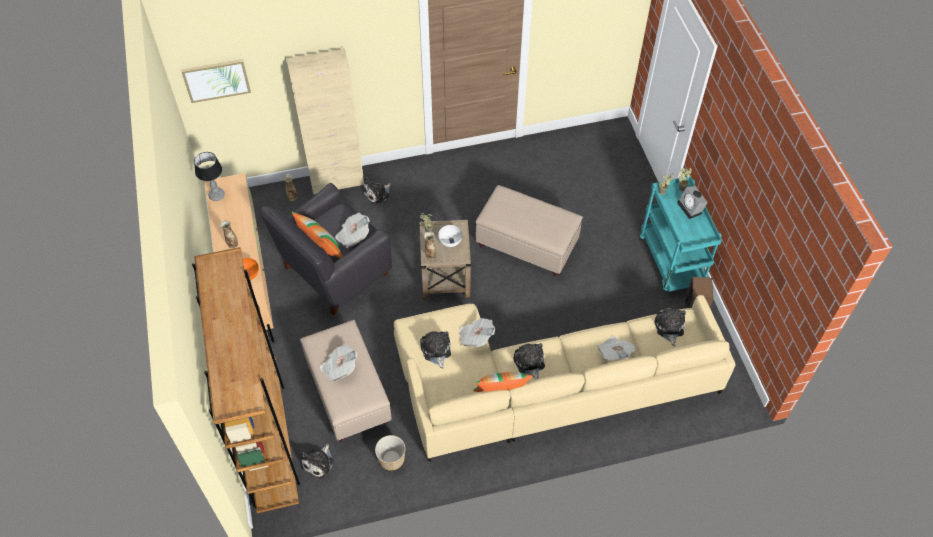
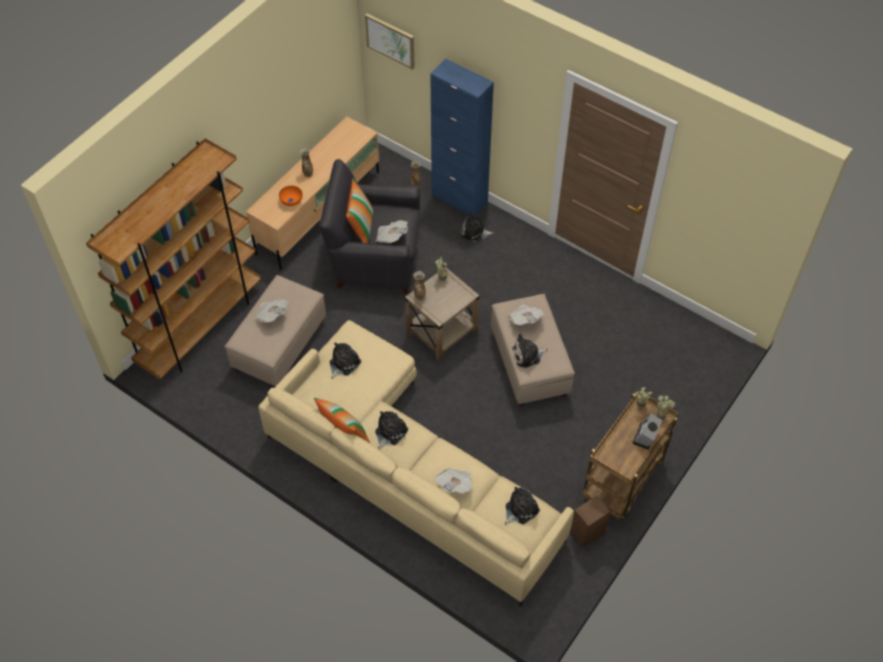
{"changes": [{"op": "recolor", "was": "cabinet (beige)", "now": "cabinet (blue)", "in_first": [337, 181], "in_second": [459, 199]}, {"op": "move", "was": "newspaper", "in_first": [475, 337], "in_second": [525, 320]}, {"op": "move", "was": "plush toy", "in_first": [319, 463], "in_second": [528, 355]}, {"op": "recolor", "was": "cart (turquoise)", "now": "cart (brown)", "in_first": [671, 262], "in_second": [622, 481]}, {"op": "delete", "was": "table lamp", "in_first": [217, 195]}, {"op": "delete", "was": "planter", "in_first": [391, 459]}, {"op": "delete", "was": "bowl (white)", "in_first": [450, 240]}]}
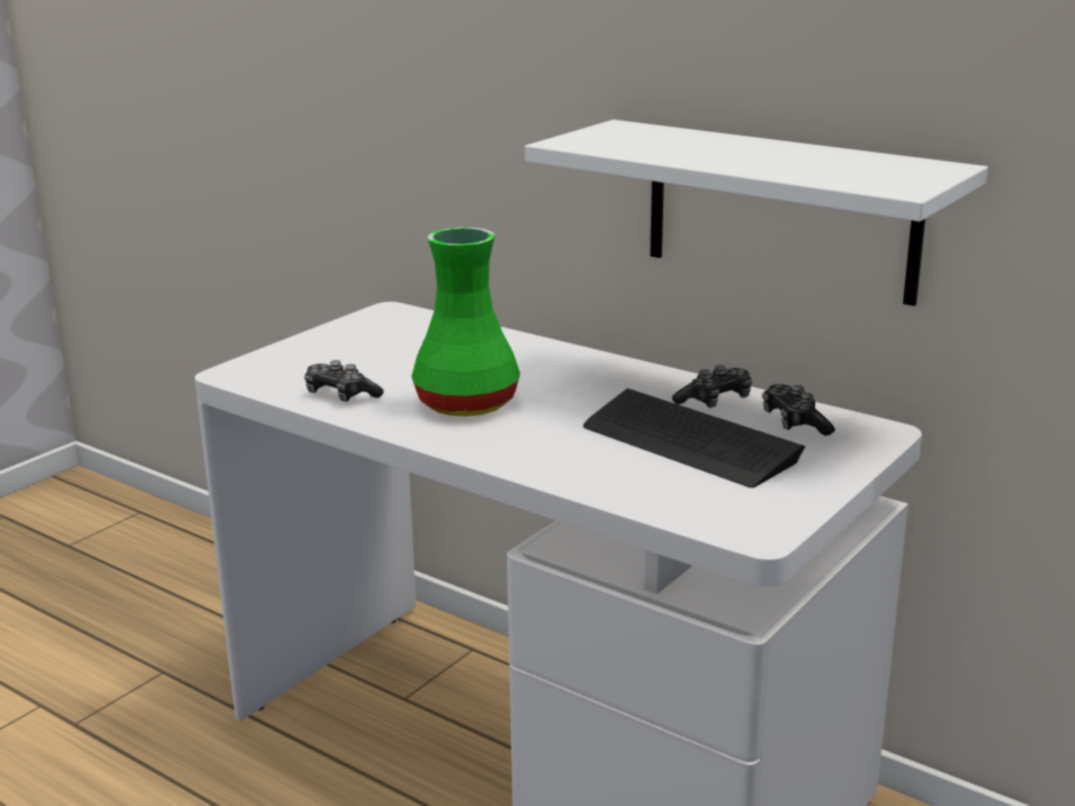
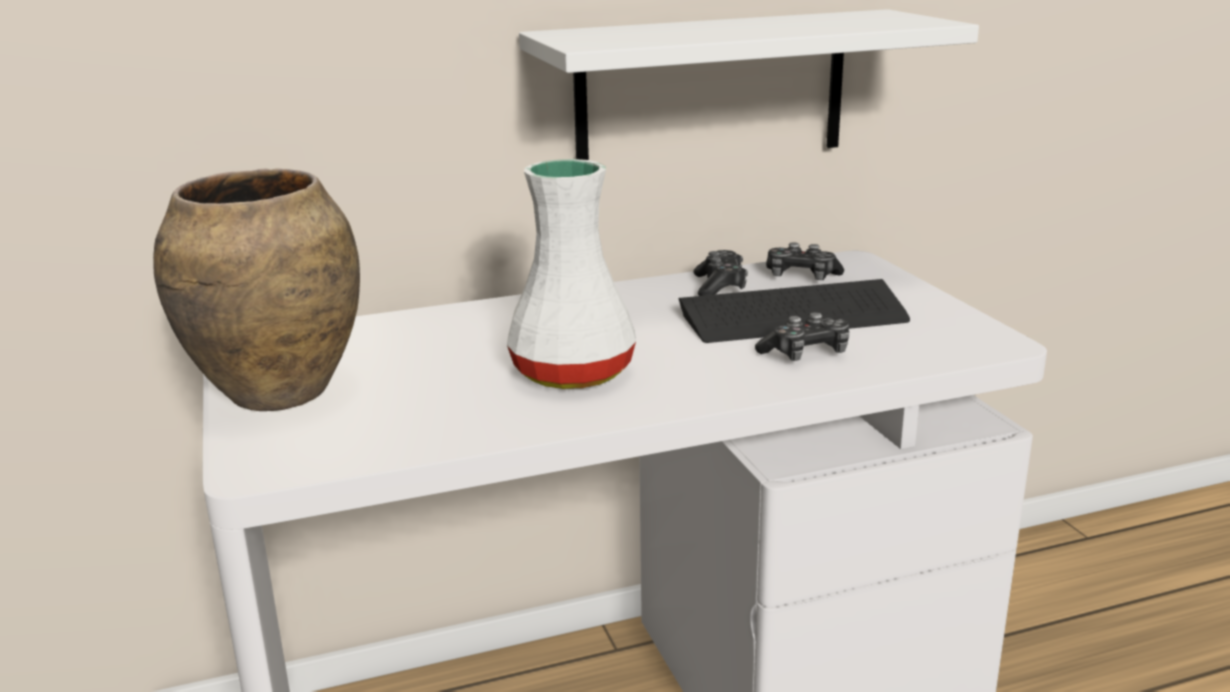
{"changes": [{"op": "insert", "now": "vase (brown)", "in_second": [279, 393]}, {"op": "recolor", "was": "vase (green)", "now": "vase (white)", "in_first": [469, 403], "in_second": [573, 371]}, {"op": "move", "was": "game controller", "in_first": [341, 395], "in_second": [806, 354]}]}
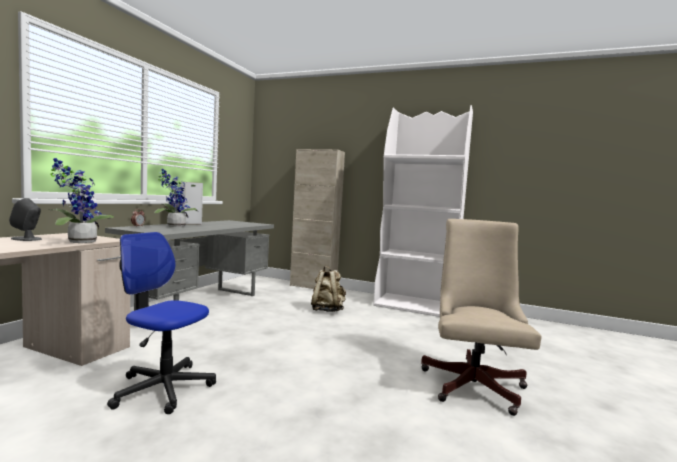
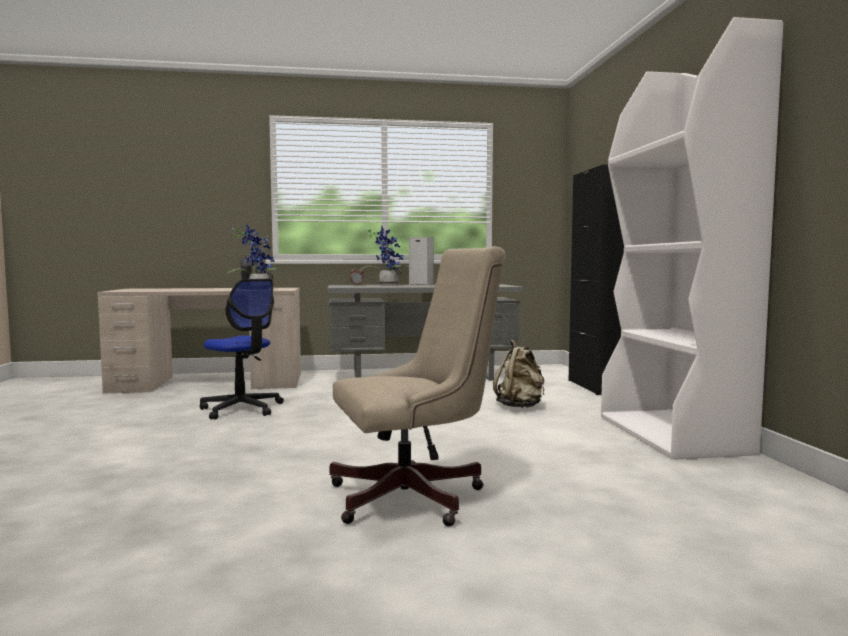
{"changes": [{"op": "rotate", "was": "office chair", "in_first": [163, 388], "in_second": [242, 409], "clockwise": 135}, {"op": "recolor", "was": "cabinet (beige)", "now": "cabinet (black)", "in_first": [313, 287], "in_second": [595, 387]}]}
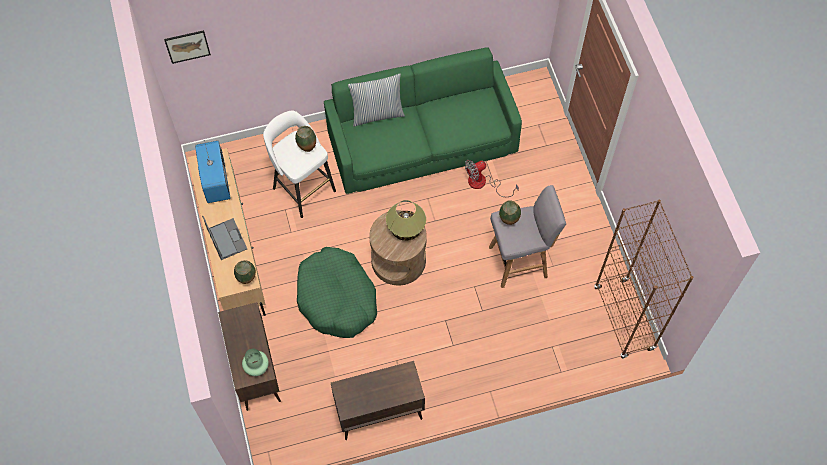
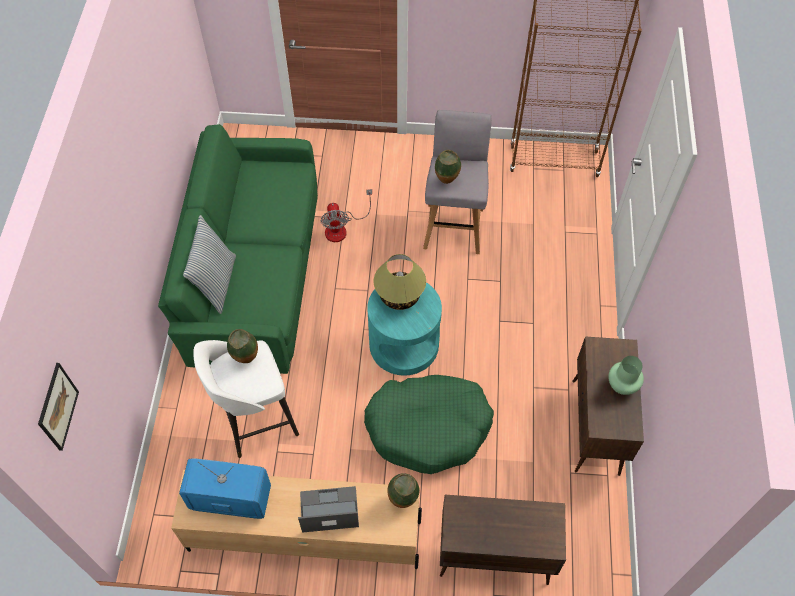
{"changes": [{"op": "recolor", "was": "side table (brown)", "now": "side table (turquoise)", "in_first": [398, 260], "in_second": [404, 344]}, {"op": "move", "was": "vase (green)", "in_first": [256, 368], "in_second": [622, 386]}]}
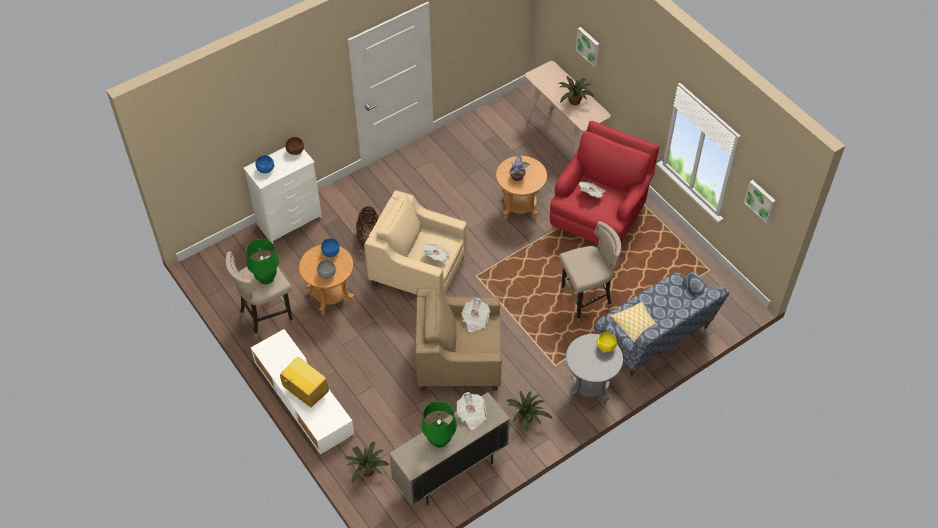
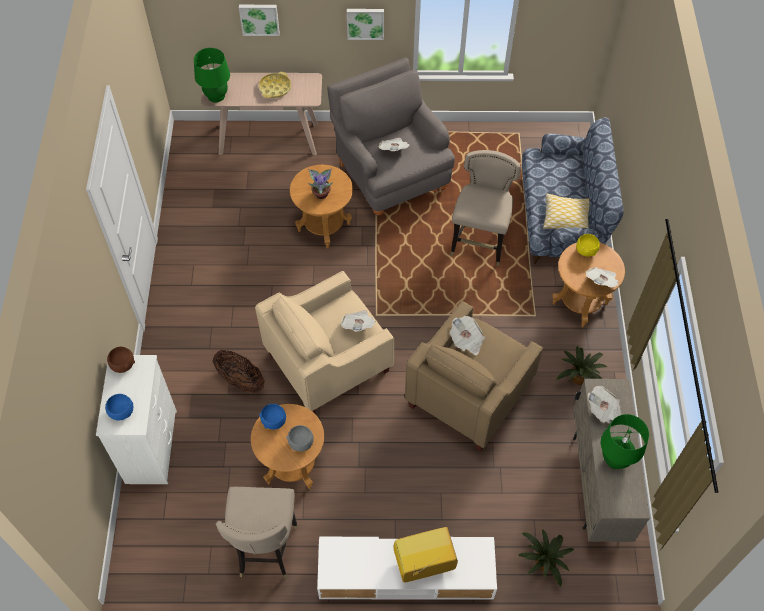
{"changes": [{"op": "move", "was": "table lamp (green)", "in_first": [266, 278], "in_second": [216, 96]}, {"op": "replace", "was": "potted plant", "now": "tray (yellow)", "in_first": [574, 100], "in_second": [275, 88]}, {"op": "recolor", "was": "armchair (red)", "now": "armchair (grey)", "in_first": [599, 216], "in_second": [390, 172]}, {"op": "move", "was": "picture", "in_first": [760, 200], "in_second": [365, 23]}, {"op": "recolor", "was": "side table (grey)", "now": "side table (brown)", "in_first": [589, 387], "in_second": [580, 303]}, {"op": "insert", "now": "newspaper", "in_second": [601, 282]}]}
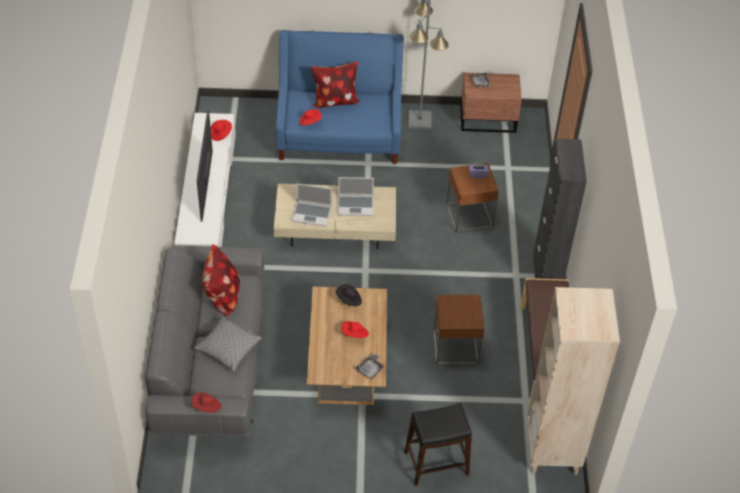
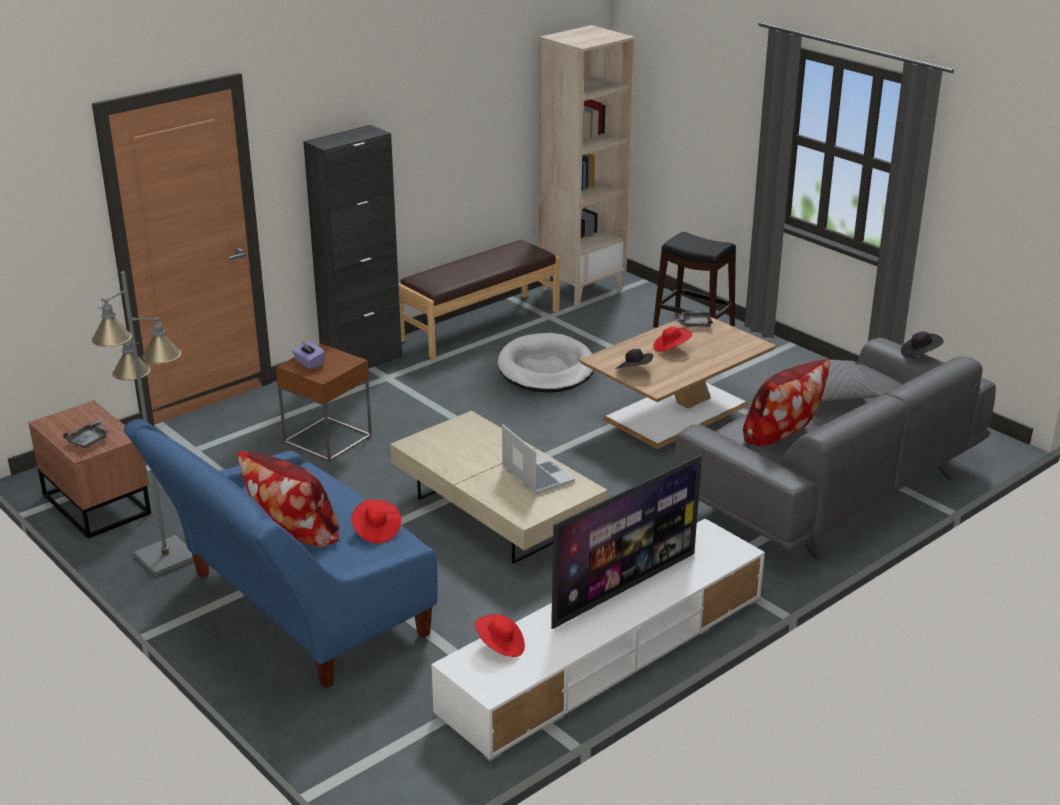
{"changes": [{"op": "replace", "was": "side table (brown)", "now": "dog bed (white)", "in_first": [455, 347], "in_second": [546, 369]}, {"op": "recolor", "was": "hat (red)", "now": "hat (black)", "in_first": [207, 407], "in_second": [919, 354]}, {"op": "delete", "was": "laptop", "in_first": [356, 206]}]}
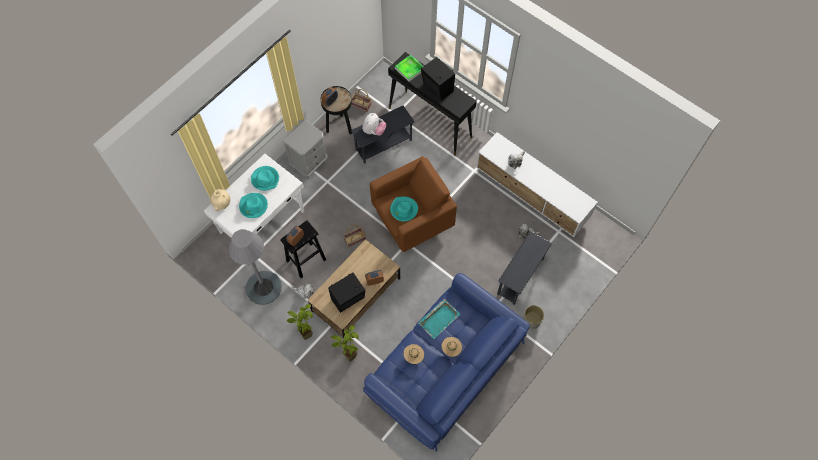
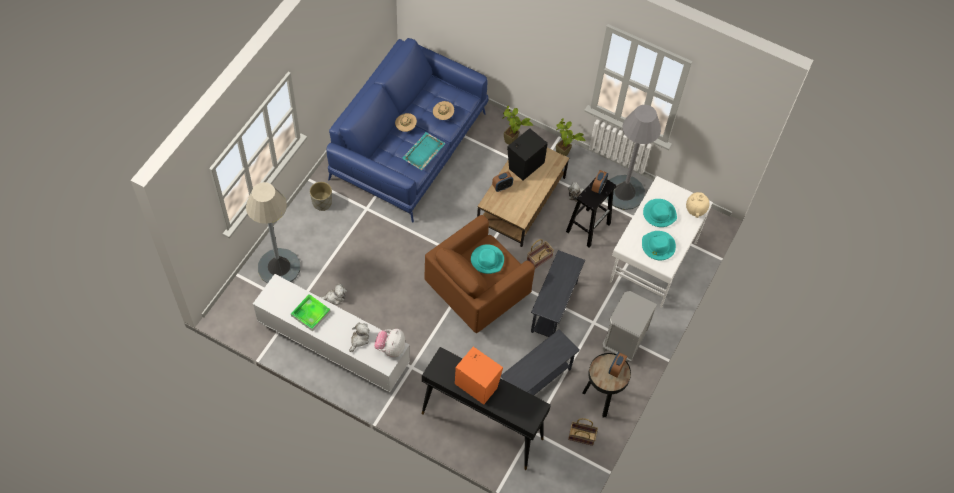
{"changes": [{"op": "insert", "now": "floor lamp (grey)", "in_second": [279, 267]}, {"op": "move", "was": "tray", "in_first": [409, 69], "in_second": [310, 313]}, {"op": "move", "was": "plush toy", "in_first": [374, 131], "in_second": [391, 348]}, {"op": "recolor", "was": "speaker (black)", "now": "speaker (orange)", "in_first": [437, 88], "in_second": [476, 384]}, {"op": "move", "was": "side table (grey)", "in_first": [520, 277], "in_second": [553, 307]}]}
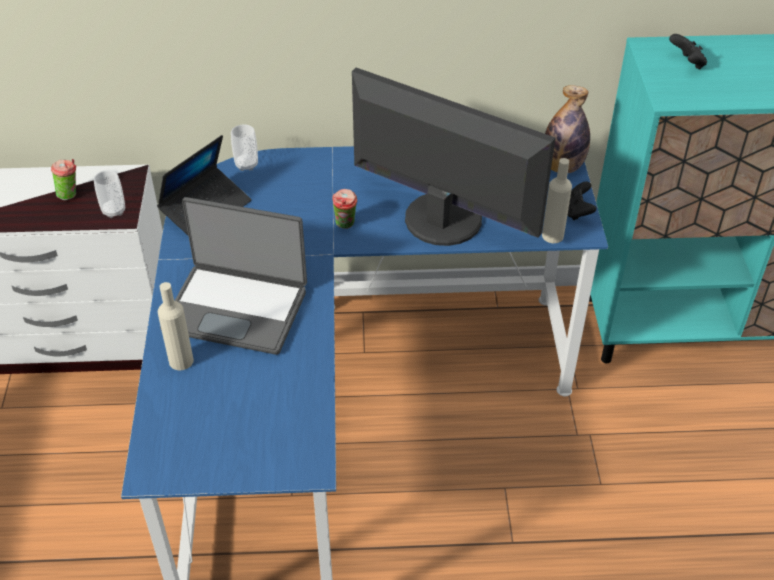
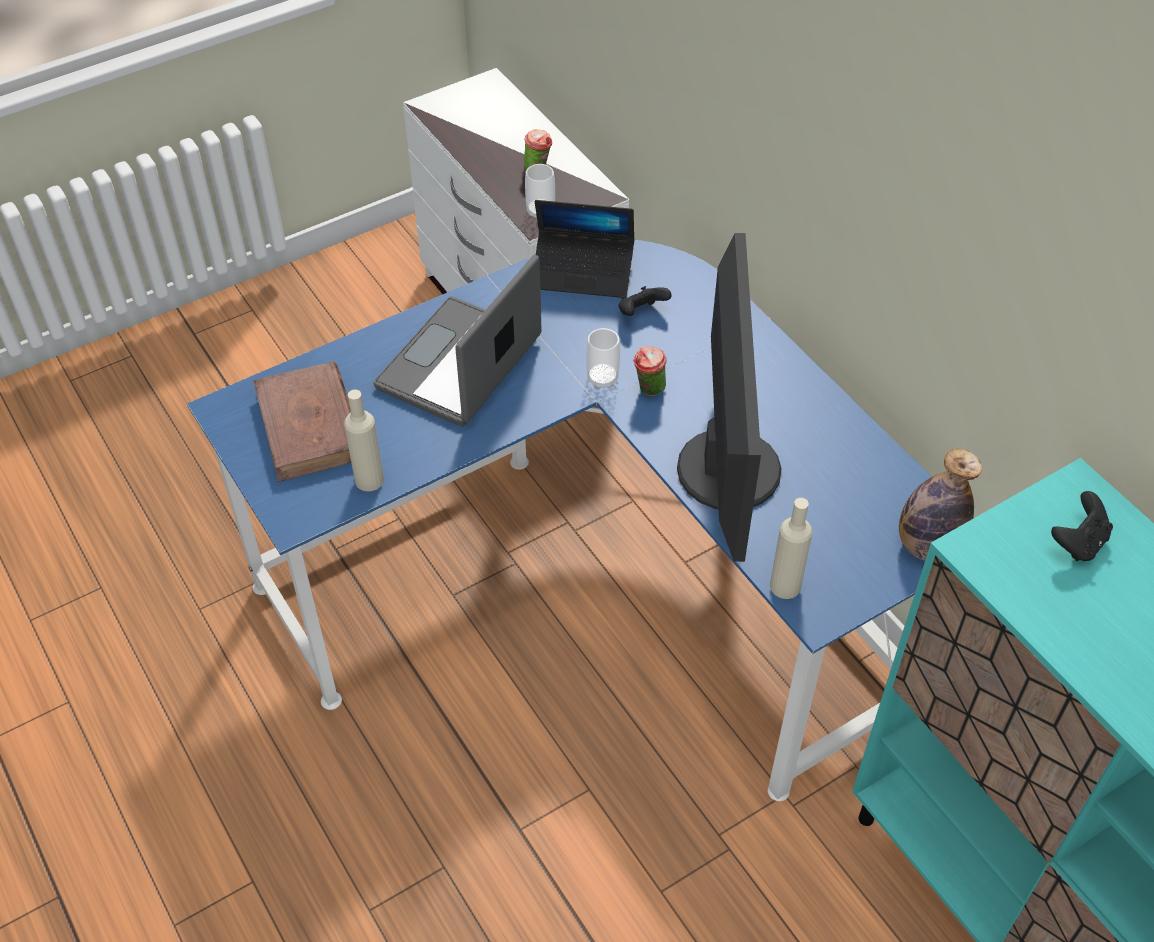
{"changes": [{"op": "insert", "now": "book (brown)", "in_second": [309, 426]}, {"op": "move", "was": "bottle (beige)", "in_first": [181, 361], "in_second": [369, 480]}, {"op": "rotate", "was": "laptop", "in_first": [237, 308], "in_second": [462, 365], "clockwise": 45}, {"op": "move", "was": "cup", "in_first": [246, 165], "in_second": [602, 379]}, {"op": "move", "was": "game controller (black)", "in_first": [577, 212], "in_second": [641, 313]}]}
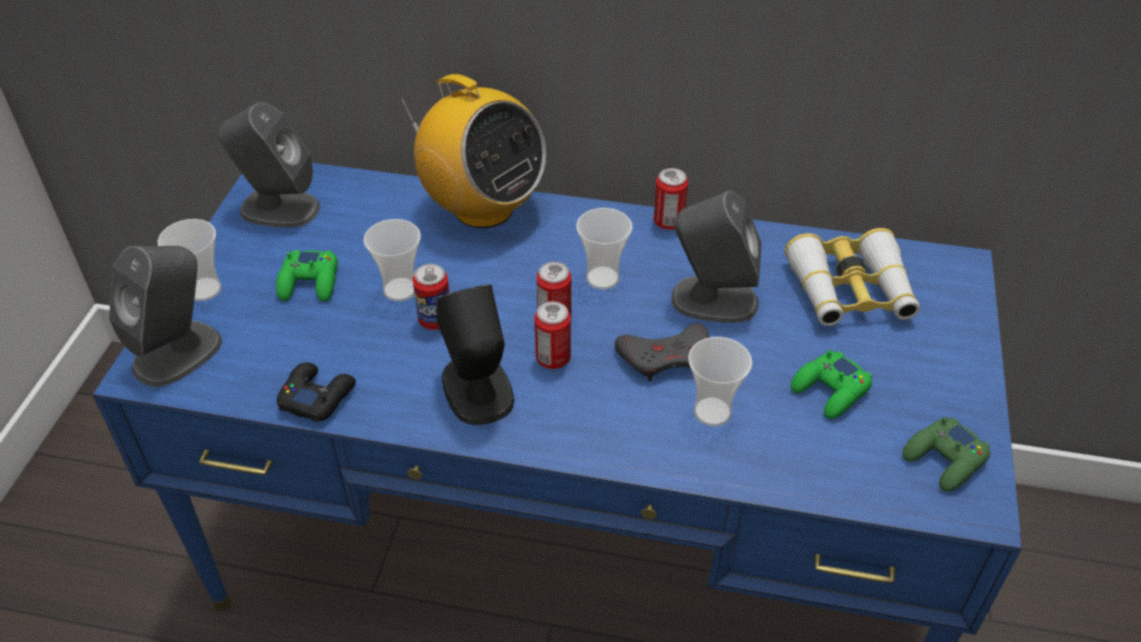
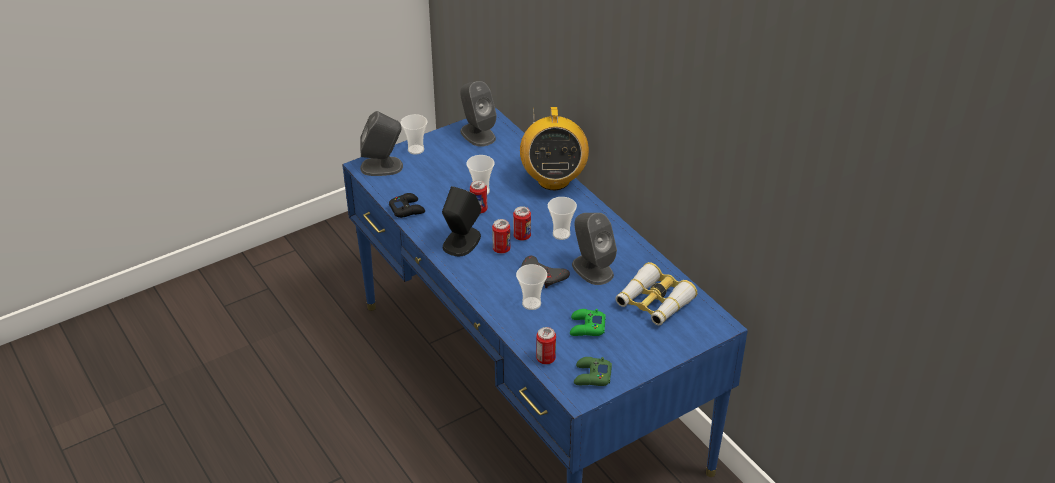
{"changes": [{"op": "move", "was": "can", "in_first": [668, 222], "in_second": [545, 359]}, {"op": "delete", "was": "game controller (green)", "in_first": [310, 282]}]}
